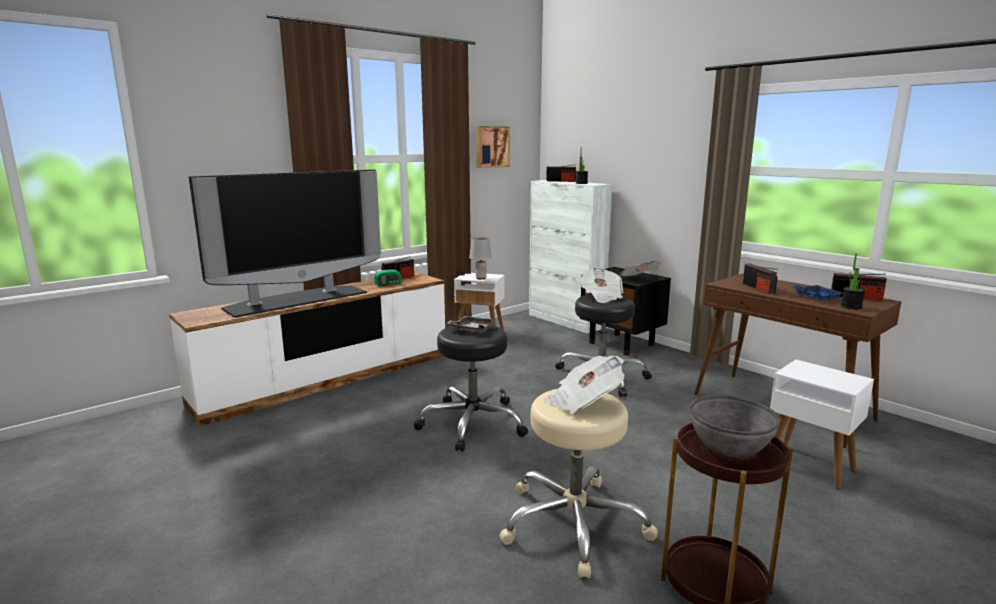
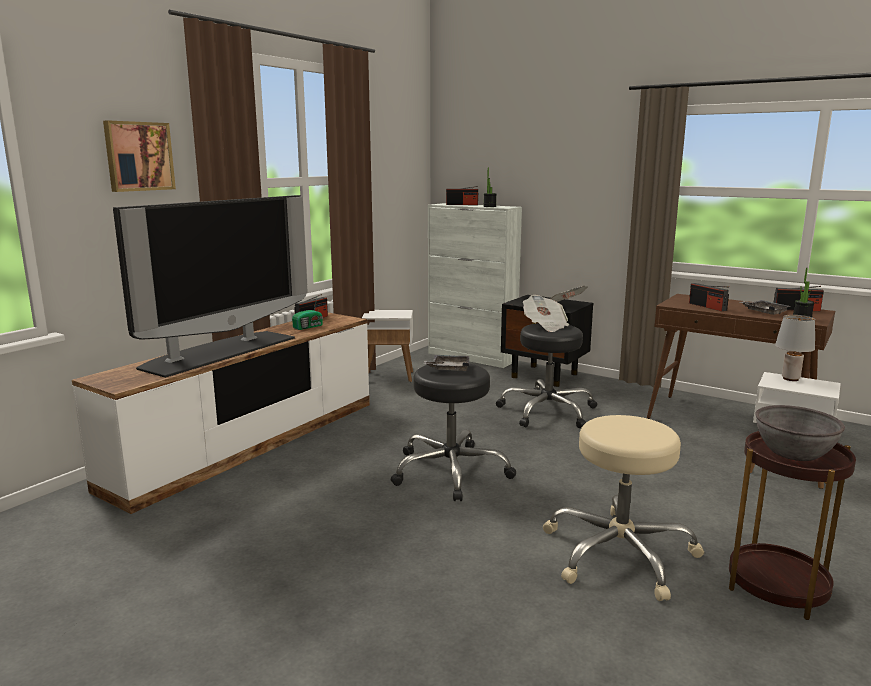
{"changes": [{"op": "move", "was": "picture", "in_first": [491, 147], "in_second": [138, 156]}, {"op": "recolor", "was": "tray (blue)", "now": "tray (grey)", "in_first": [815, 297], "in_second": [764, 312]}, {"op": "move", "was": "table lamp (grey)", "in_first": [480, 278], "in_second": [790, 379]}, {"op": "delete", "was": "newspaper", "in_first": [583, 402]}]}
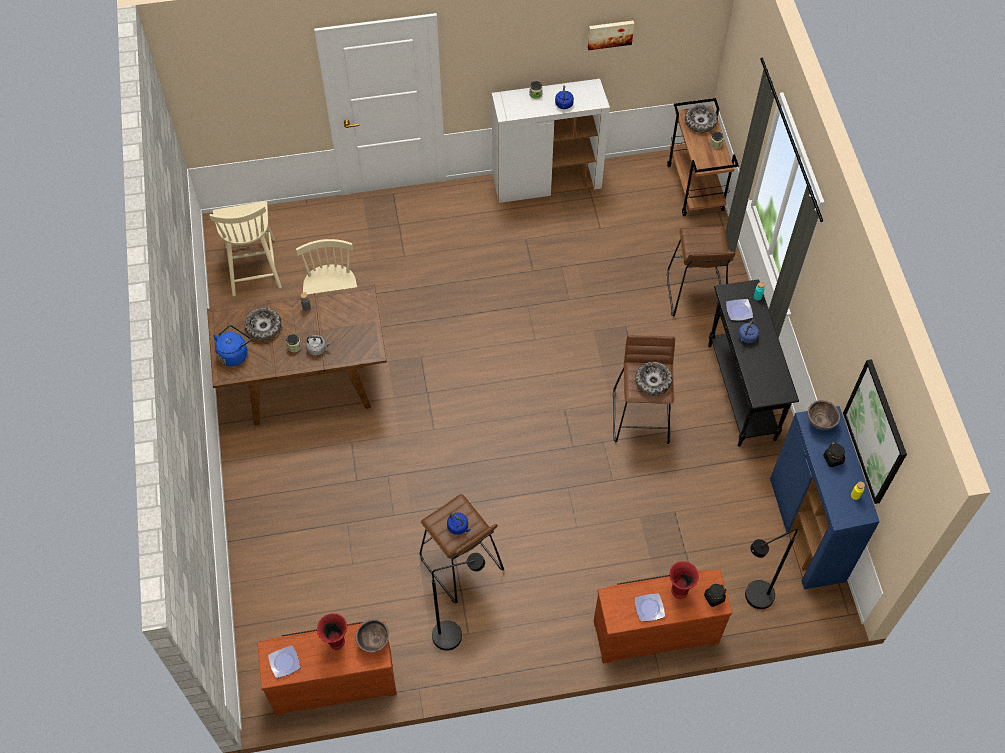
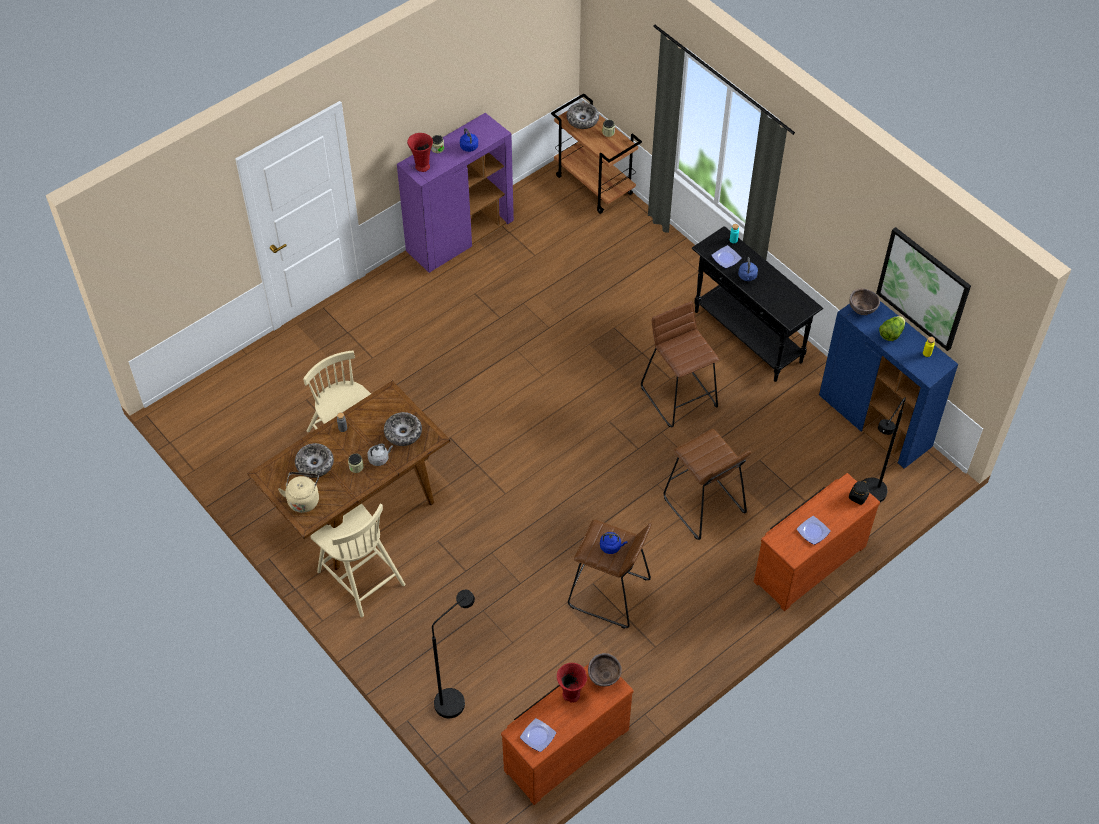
{"changes": [{"op": "recolor", "was": "kettle (blue)", "now": "kettle (beige)", "in_first": [234, 353], "in_second": [303, 499]}, {"op": "move", "was": "chair (beige)", "in_first": [253, 265], "in_second": [360, 577]}, {"op": "move", "was": "bowl", "in_first": [653, 381], "in_second": [403, 432]}, {"op": "recolor", "was": "cabinet (white)", "now": "cabinet (purple)", "in_first": [547, 182], "in_second": [460, 236]}, {"op": "move", "was": "vase (red)", "in_first": [679, 590], "in_second": [422, 166]}, {"op": "move", "was": "floor lamp (black)", "in_first": [455, 633], "in_second": [455, 697]}, {"op": "move", "was": "stool (brown)", "in_first": [695, 293], "in_second": [703, 506]}, {"op": "replace", "was": "jar (black)", "now": "lettuce", "in_first": [833, 459], "in_second": [891, 333]}, {"op": "delete", "was": "picture", "in_first": [610, 33]}]}
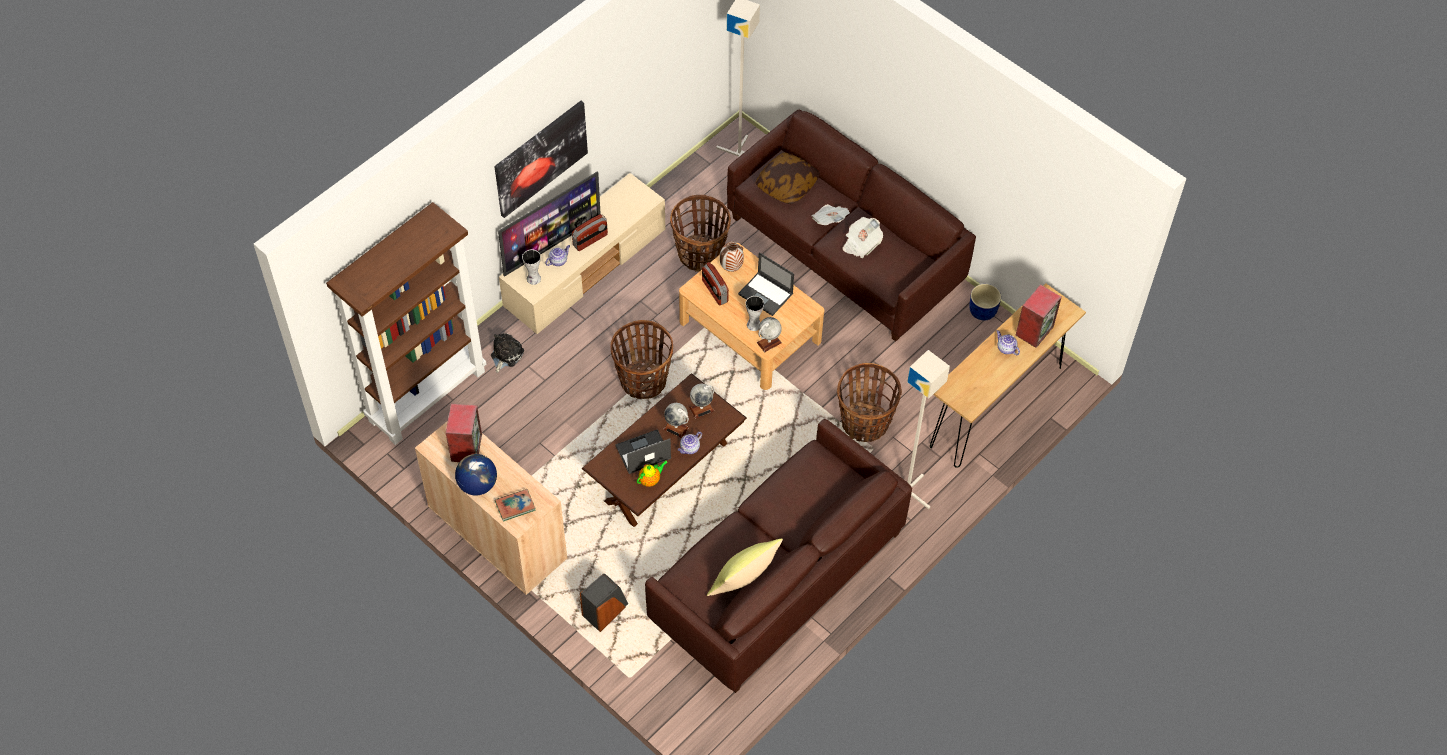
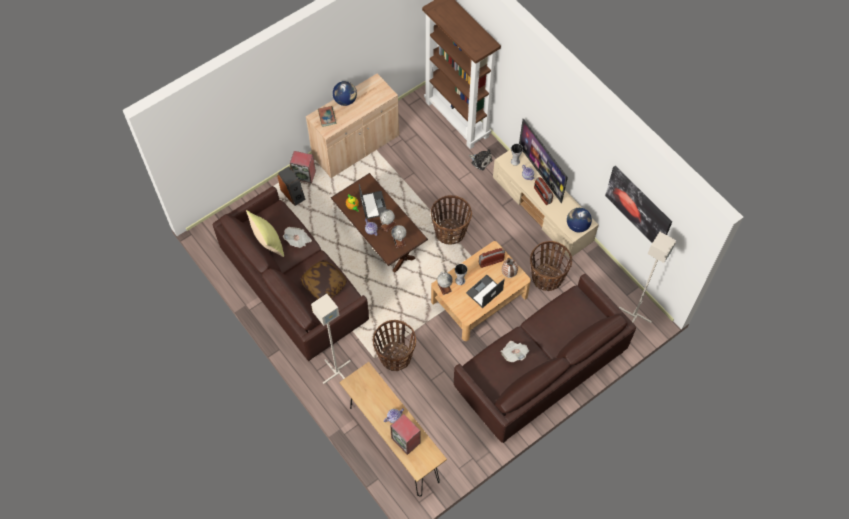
{"changes": [{"op": "move", "was": "newspaper", "in_first": [829, 220], "in_second": [298, 240]}, {"op": "move", "was": "speaker", "in_first": [466, 447], "in_second": [304, 175]}, {"op": "move", "was": "pillow", "in_first": [787, 185], "in_second": [324, 284]}, {"op": "insert", "now": "globe", "in_second": [577, 226]}, {"op": "move", "was": "picture", "in_first": [540, 158], "in_second": [638, 207]}, {"op": "delete", "was": "planter (blue)", "in_first": [983, 311]}]}
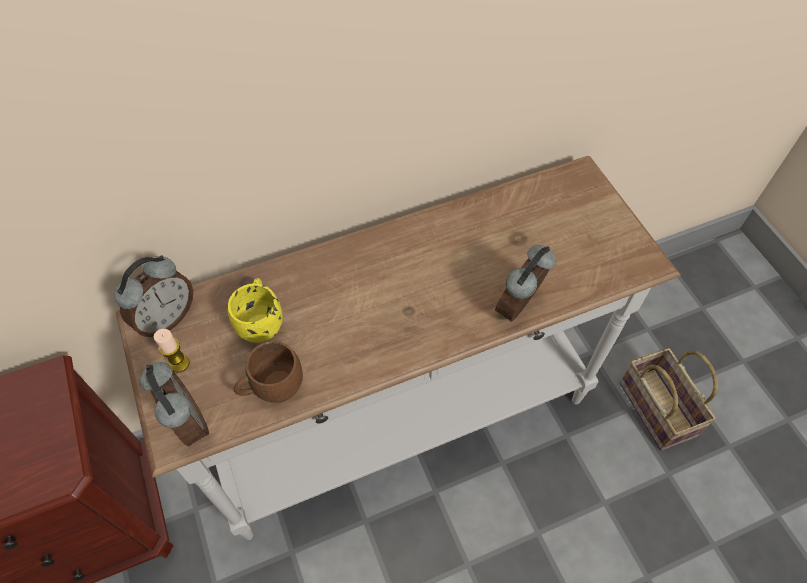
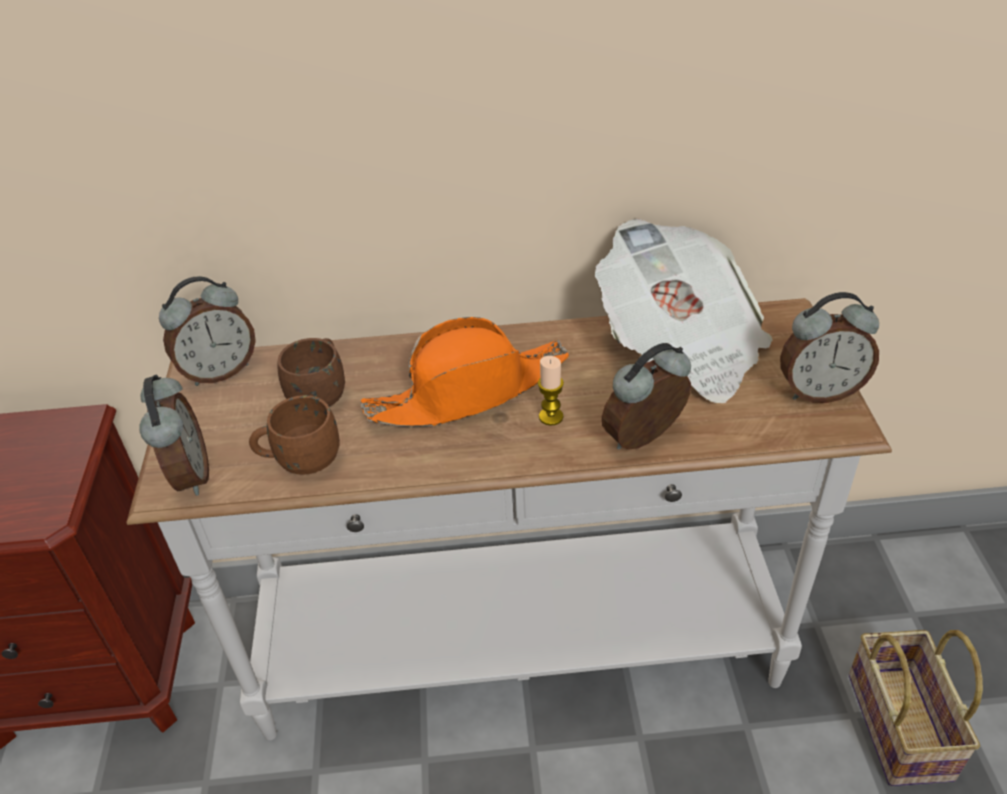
{"changes": [{"op": "recolor", "was": "mug (yellow)", "now": "mug (brown)", "in_first": [260, 320], "in_second": [321, 393]}, {"op": "insert", "now": "hat (orange)", "in_second": [469, 391]}, {"op": "move", "was": "candle", "in_first": [179, 363], "in_second": [551, 417]}, {"op": "insert", "now": "newspaper", "in_second": [681, 346]}, {"op": "insert", "now": "alarm clock", "in_second": [819, 391]}]}
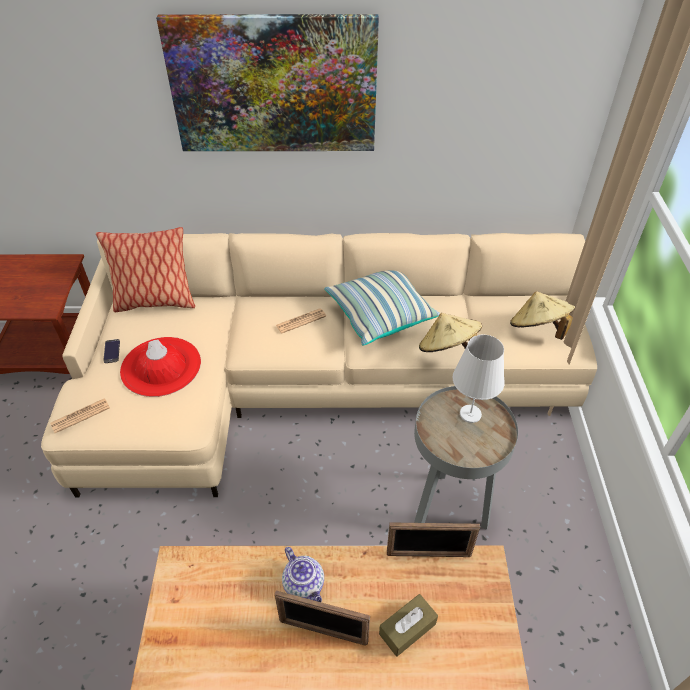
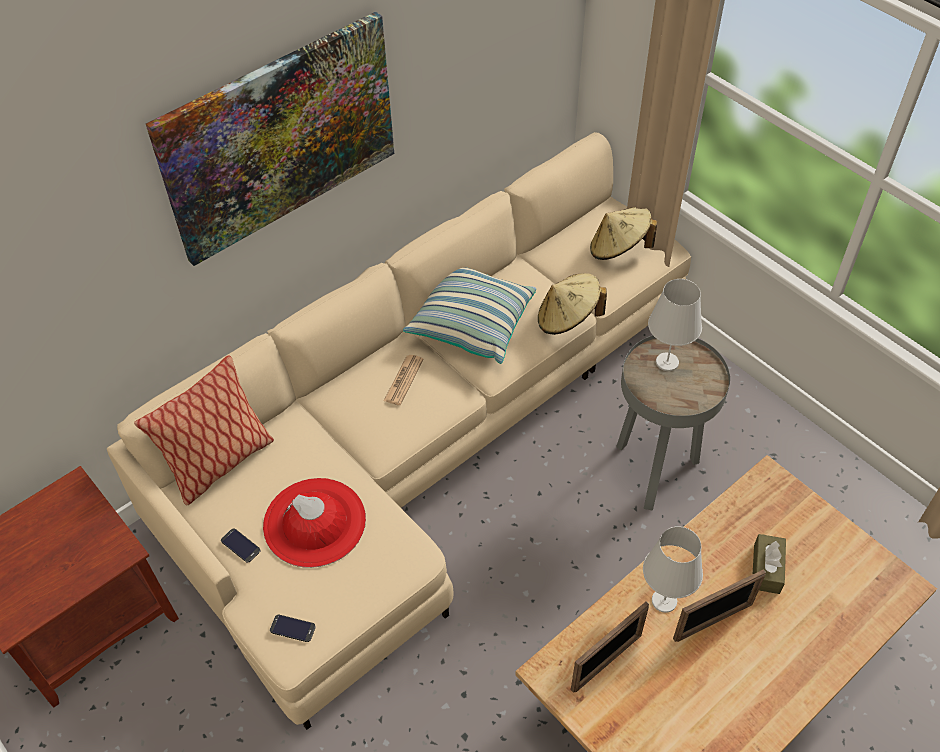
{"changes": [{"op": "replace", "was": "newspaper", "now": "phone", "in_first": [80, 416], "in_second": [292, 628]}, {"op": "move", "was": "picture frame", "in_first": [428, 554], "in_second": [607, 662]}, {"op": "replace", "was": "teapot", "now": "table lamp (white)", "in_first": [305, 585], "in_second": [664, 601]}]}
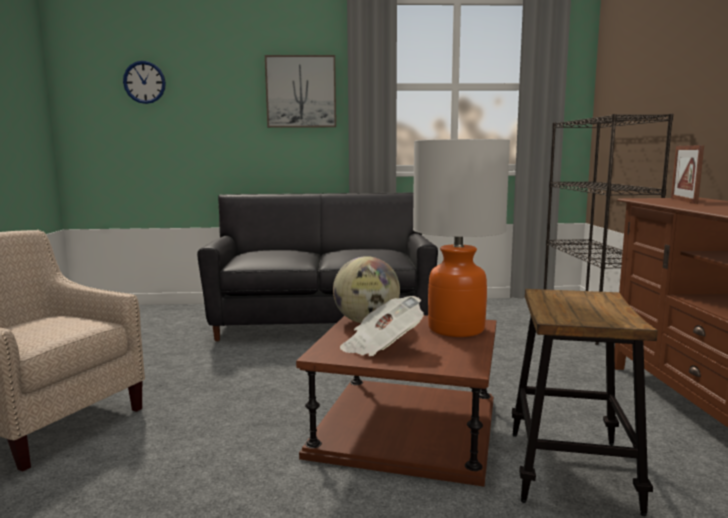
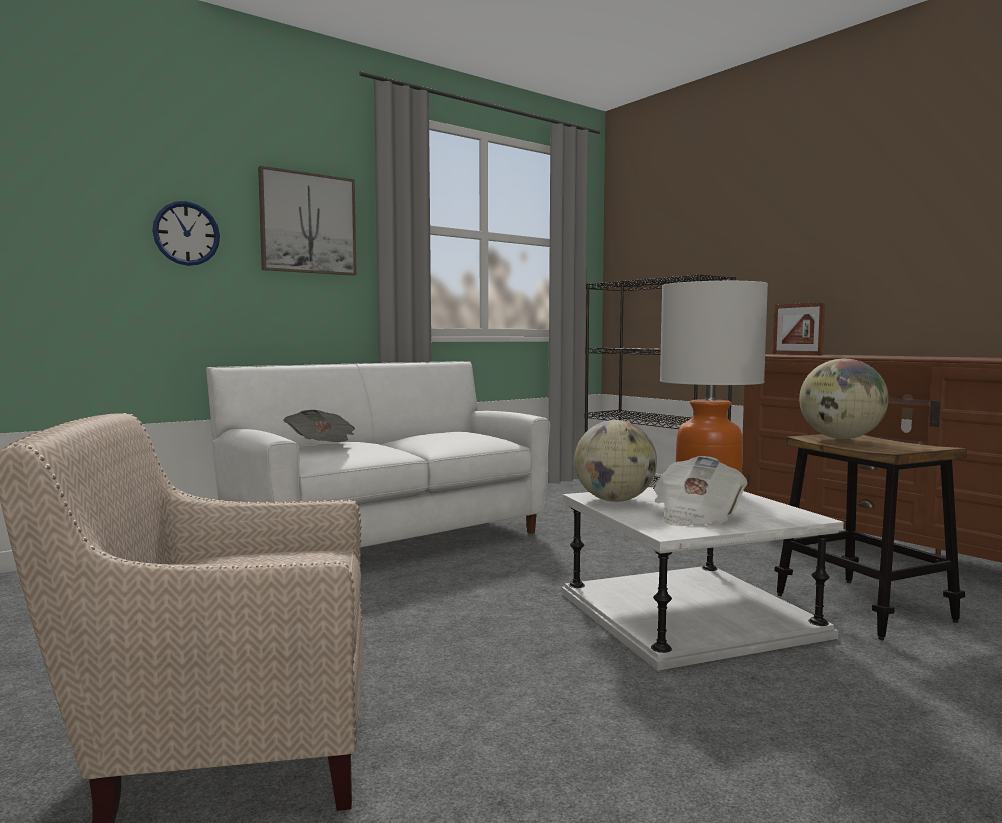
{"changes": [{"op": "move", "was": "wall clock", "in_first": [144, 82], "in_second": [186, 233]}, {"op": "recolor", "was": "sofa (black)", "now": "sofa (white)", "in_first": [322, 323], "in_second": [389, 540]}, {"op": "insert", "now": "newspaper", "in_second": [323, 446]}, {"op": "recolor", "was": "side table (brown)", "now": "side table (white)", "in_first": [405, 427], "in_second": [688, 614]}, {"op": "insert", "now": "globe", "in_second": [840, 438]}]}
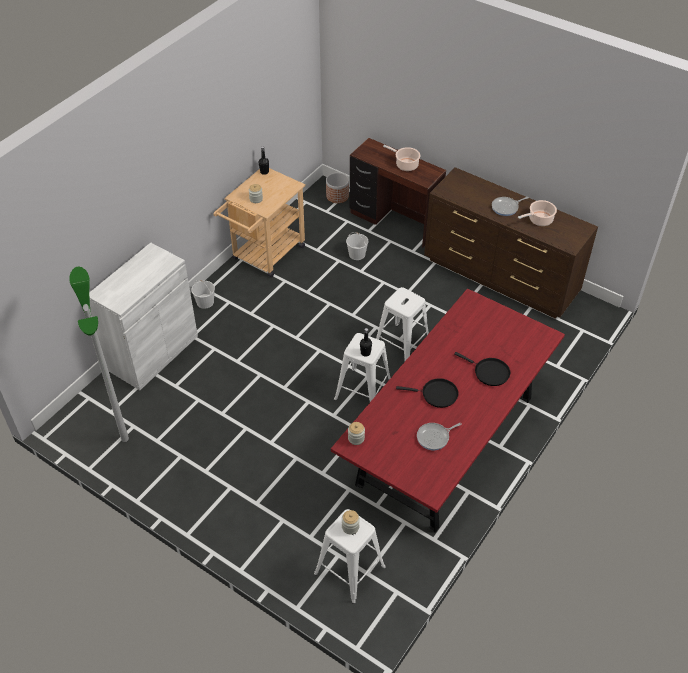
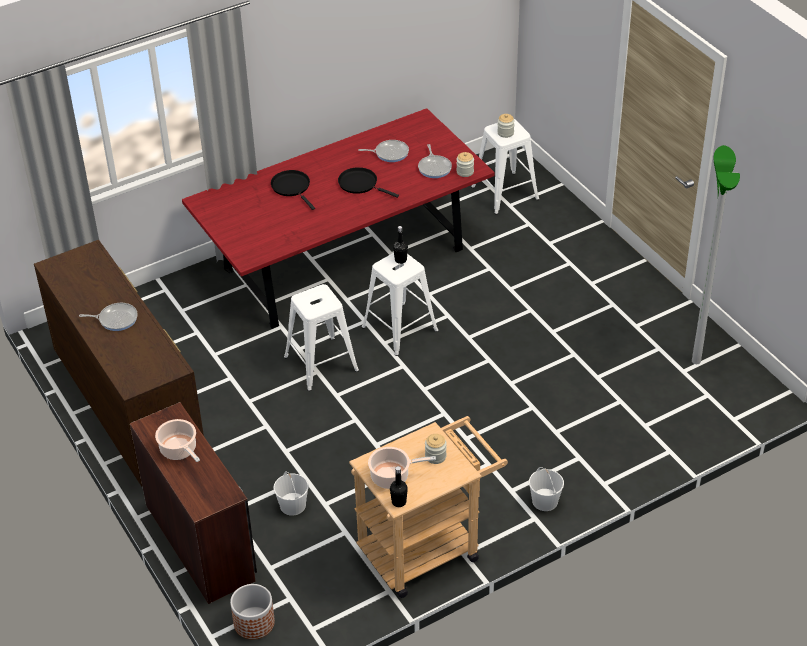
{"changes": [{"op": "move", "was": "cooking pot", "in_first": [539, 220], "in_second": [392, 476]}, {"op": "insert", "now": "frying pan", "in_second": [434, 167]}, {"op": "delete", "was": "cabinet (white)", "in_first": [153, 353]}]}
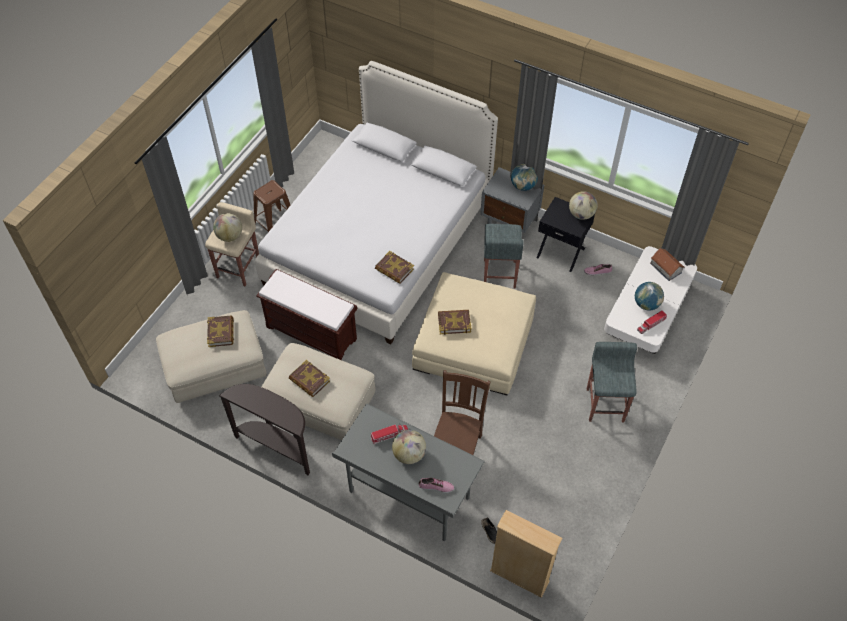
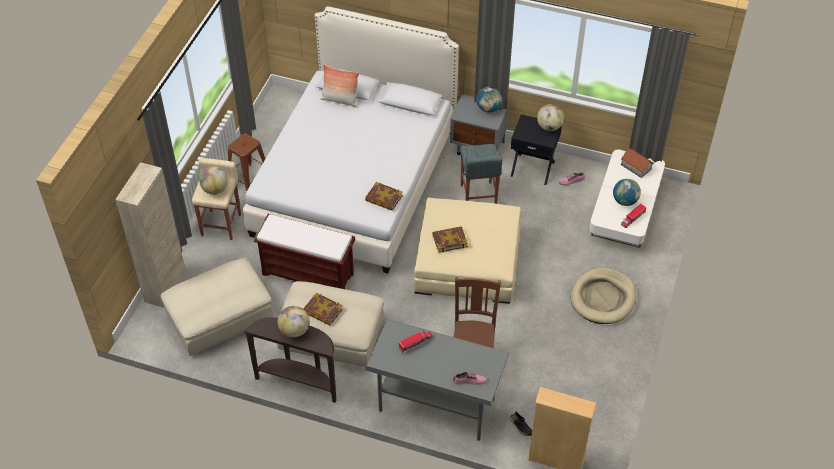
{"changes": [{"op": "insert", "now": "cabinet (beige)", "in_second": [165, 286]}, {"op": "move", "was": "globe", "in_first": [409, 454], "in_second": [294, 330]}, {"op": "insert", "now": "pillow", "in_second": [340, 100]}, {"op": "replace", "was": "stool (grey)", "now": "dog bed (beige)", "in_first": [605, 404], "in_second": [603, 298]}, {"op": "delete", "was": "book", "in_first": [221, 333]}]}
